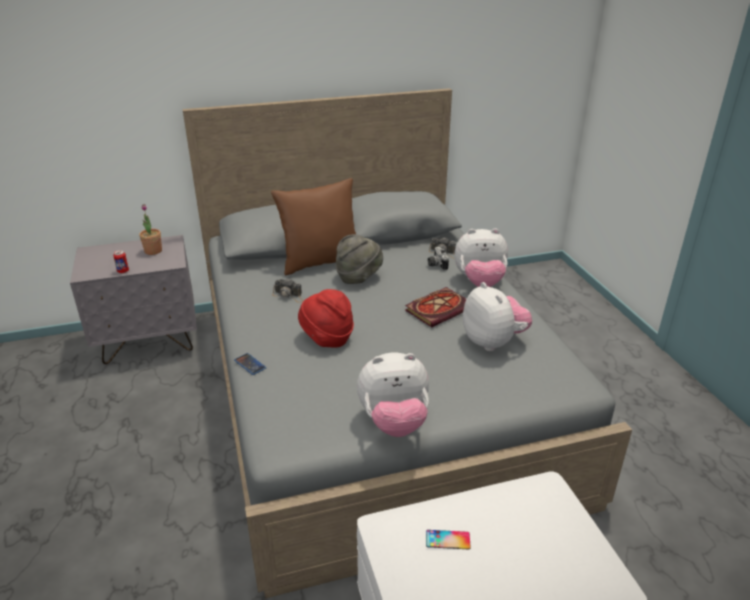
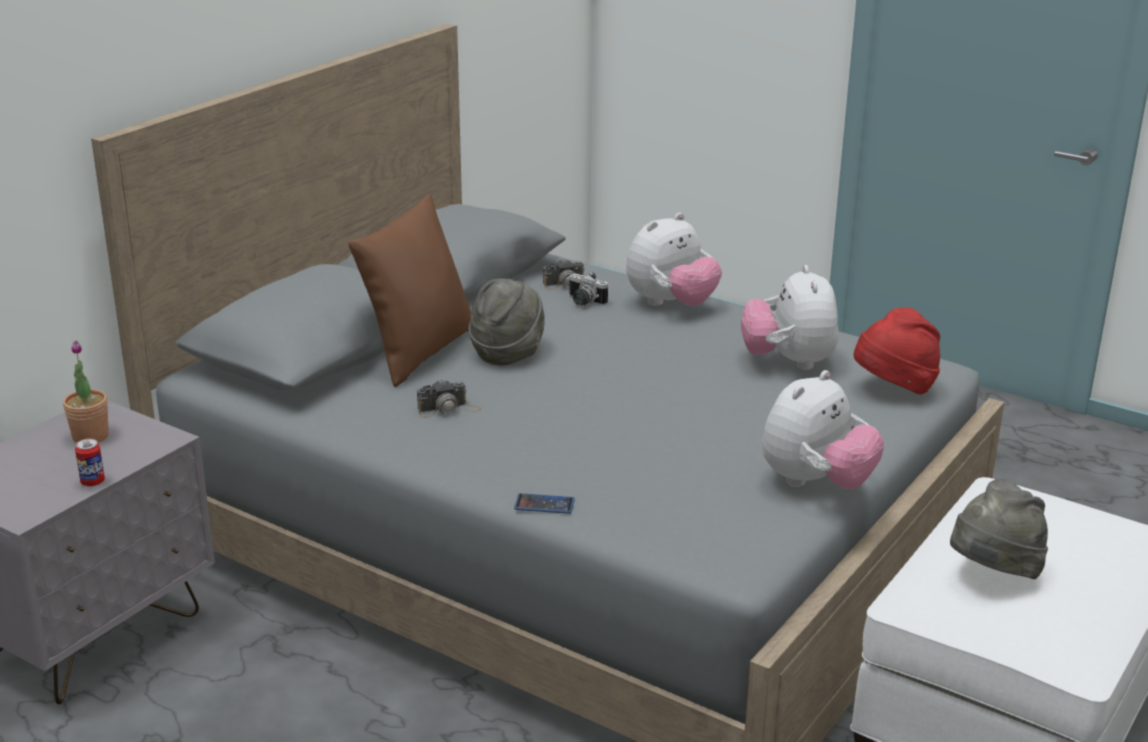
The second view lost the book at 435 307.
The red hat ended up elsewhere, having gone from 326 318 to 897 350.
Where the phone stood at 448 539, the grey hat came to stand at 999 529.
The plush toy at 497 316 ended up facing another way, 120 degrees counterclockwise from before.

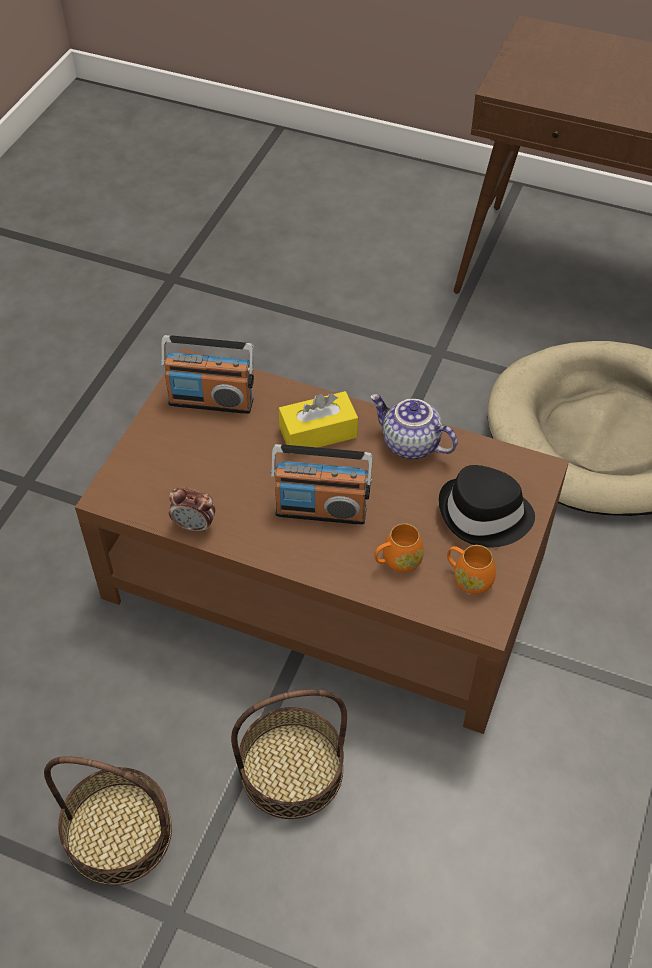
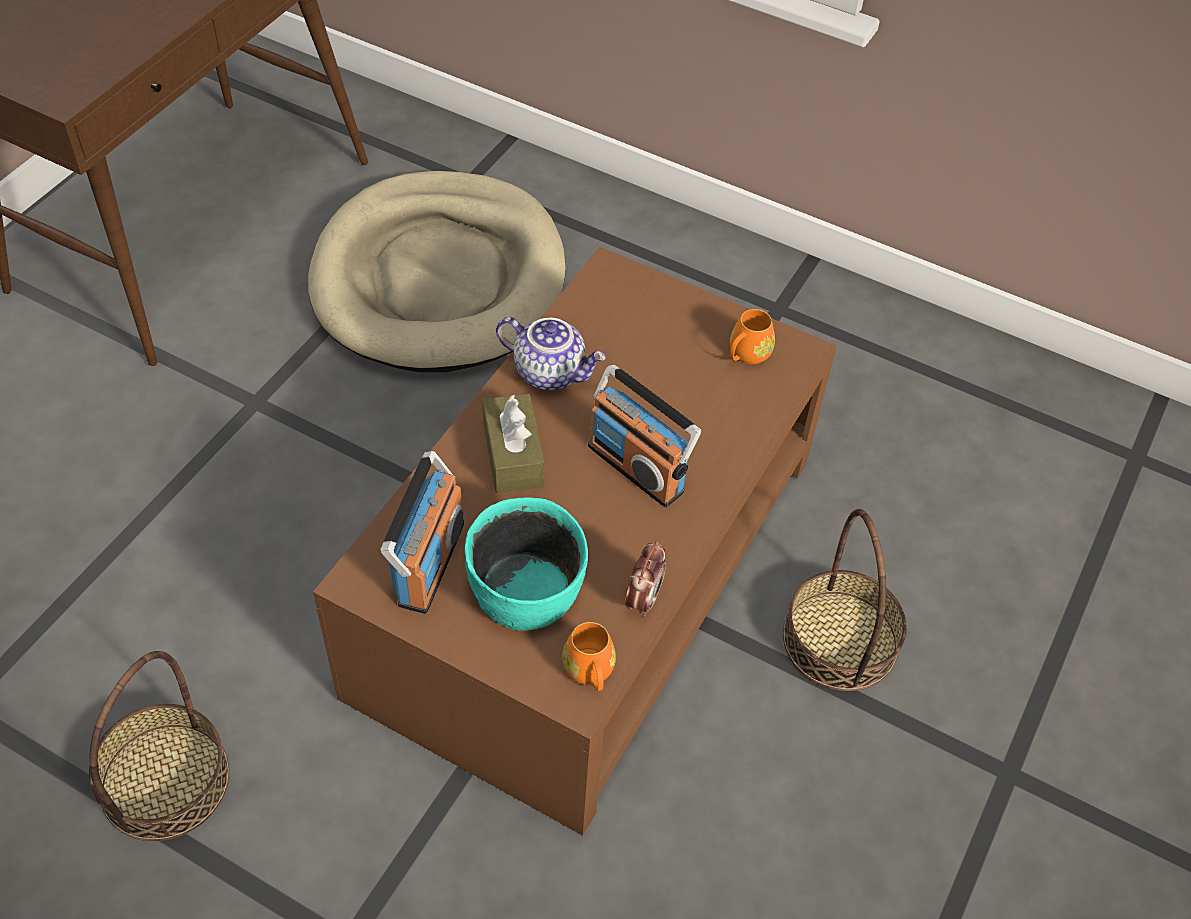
The second view lost the black hat at 487 506.
The second view gained the turquoise bowl at 526 564.
The basket ended up elsewhere, having gone from 108 821 to 159 746.
The orange mug ended up elsewhere, having gone from 399 547 to 589 656.
What was the yellow tissue box at 318 422 turned into the brown tissue box at 513 443.
The radio at 322 484 ended up facing another way, 120 degrees clockwise from before.
The teapot at 413 426 ended up facing another way, 105 degrees counterclockwise from before.

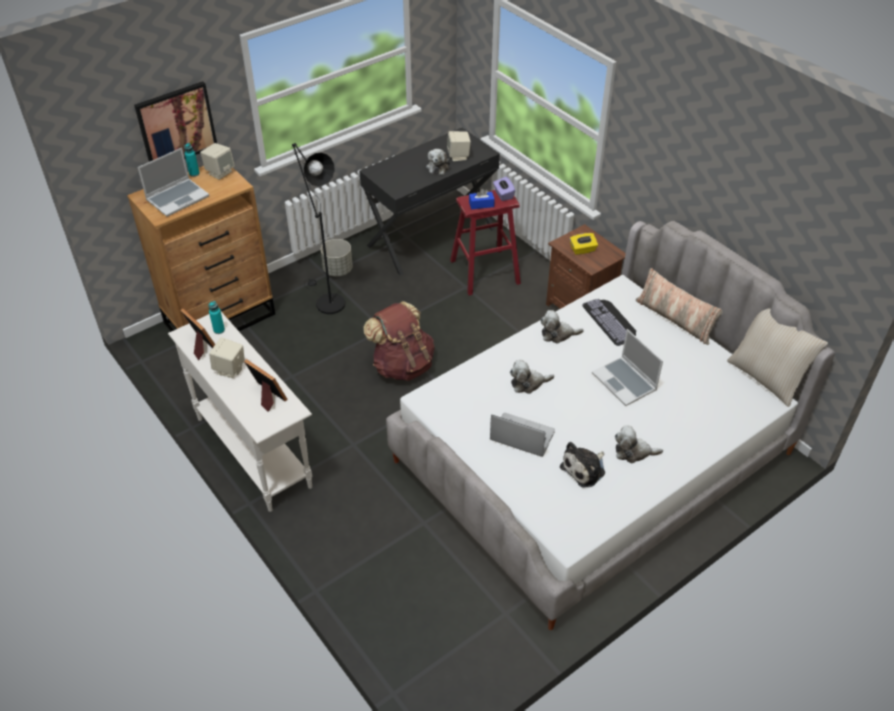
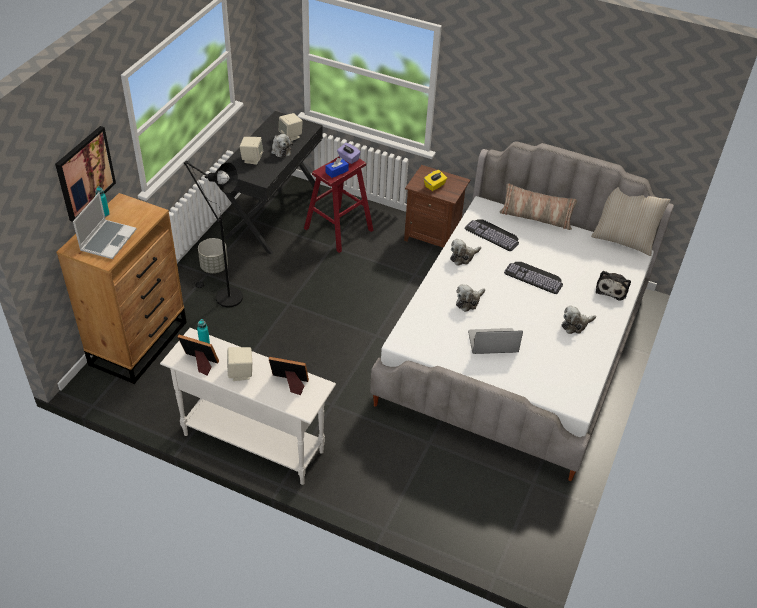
The second view lost the brown backpack at 399 341.
The beige speaker ended up elsewhere, having gone from 217 161 to 251 151.
The plush toy ended up elsewhere, having gone from 582 464 to 613 285.
Where the laptop stood at 627 367, the keyboard came to stand at 533 278.

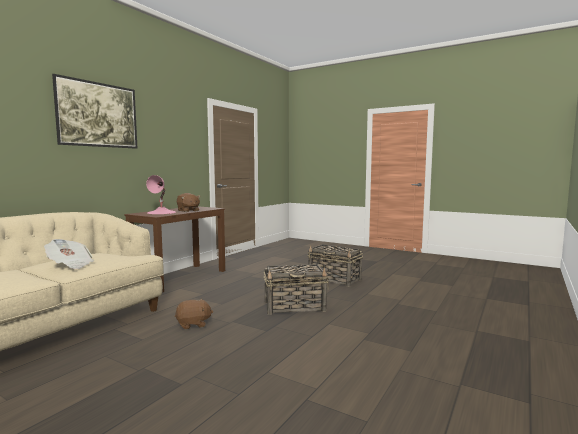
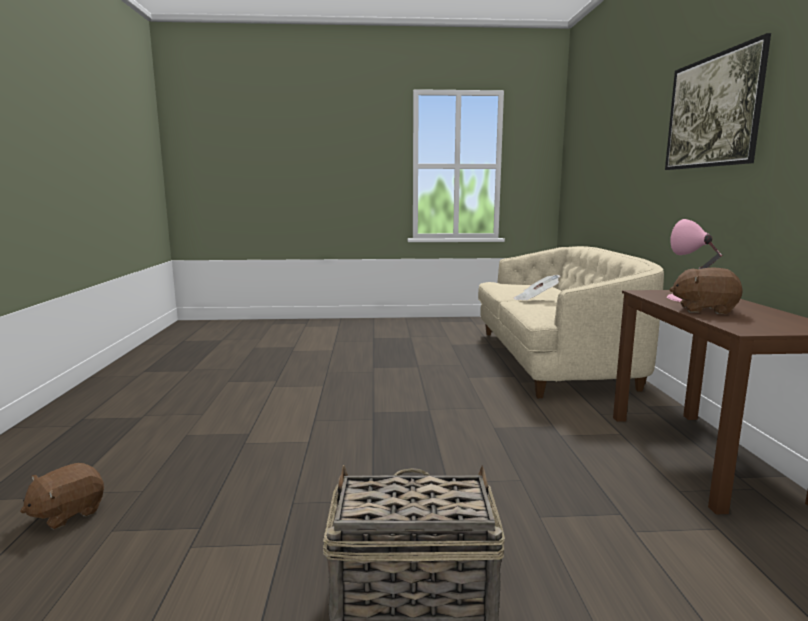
The second view lost the basket at 296 289.
The brown plush toy ended up elsewhere, having gone from 194 314 to 62 496.

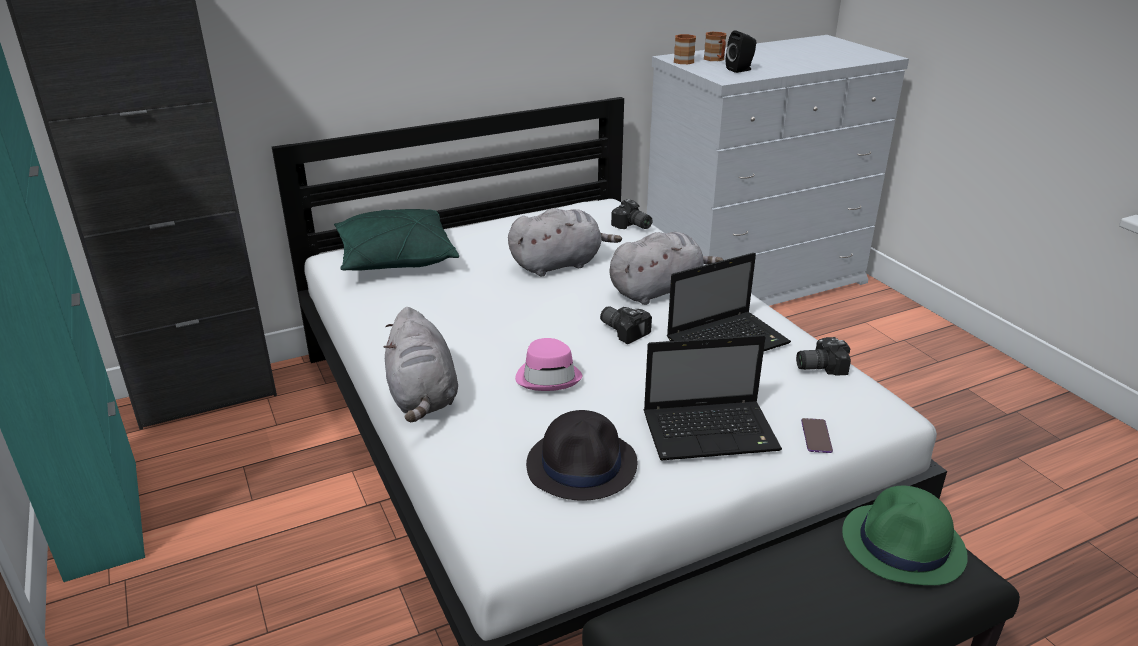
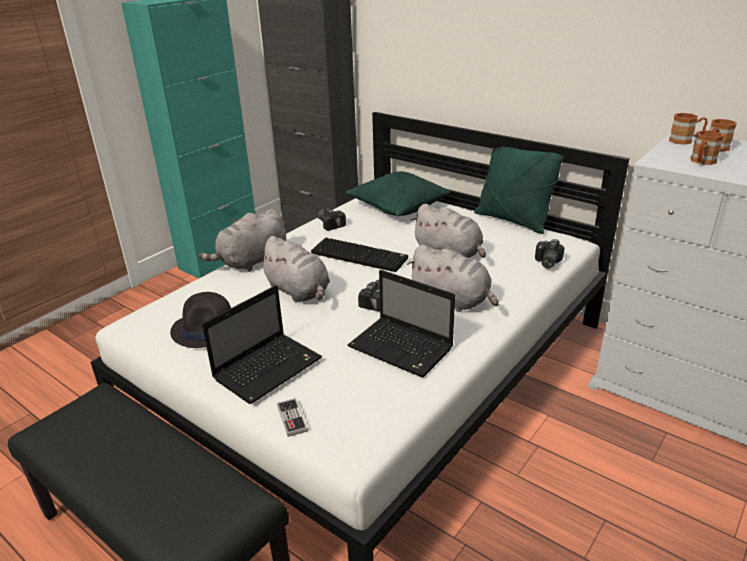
The second view lost the green hat at 905 535.
The second view gained the keyboard at 359 255.
The second view gained the green pillow at 519 190.
The photo camera ended up elsewhere, having gone from 823 356 to 331 219.
Where the pink hat stood at 549 364, the grey plush toy came to stand at 294 269.
Where the black speaker stood at 741 51, the brown mug came to stand at 707 147.
Where the phone stood at 817 435, the game controller came to stand at 292 417.
The laptop at 713 398 ended up facing another way, 105 degrees counterclockwise from before.

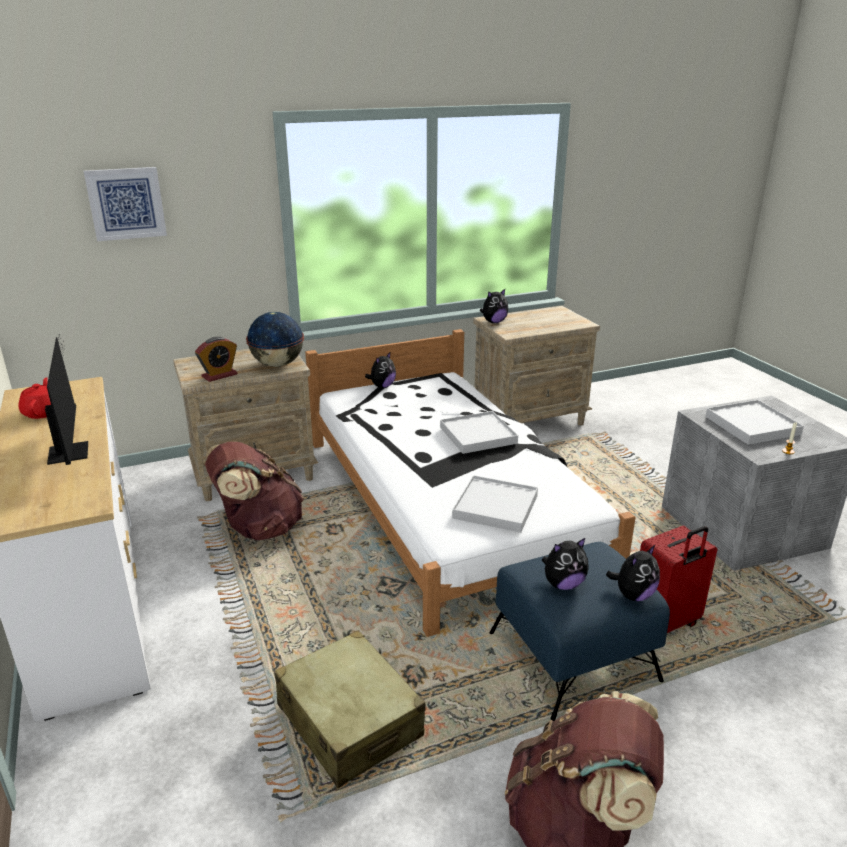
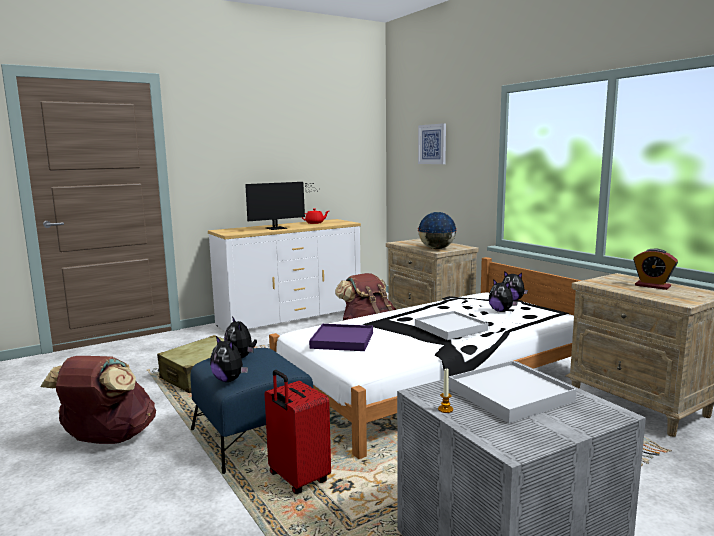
The alarm clock ended up elsewhere, having gone from 216 359 to 655 269.
The plush toy ended up elsewhere, having gone from 494 306 to 503 295.
What was the white tray at 495 504 turned into the purple tray at 341 337.

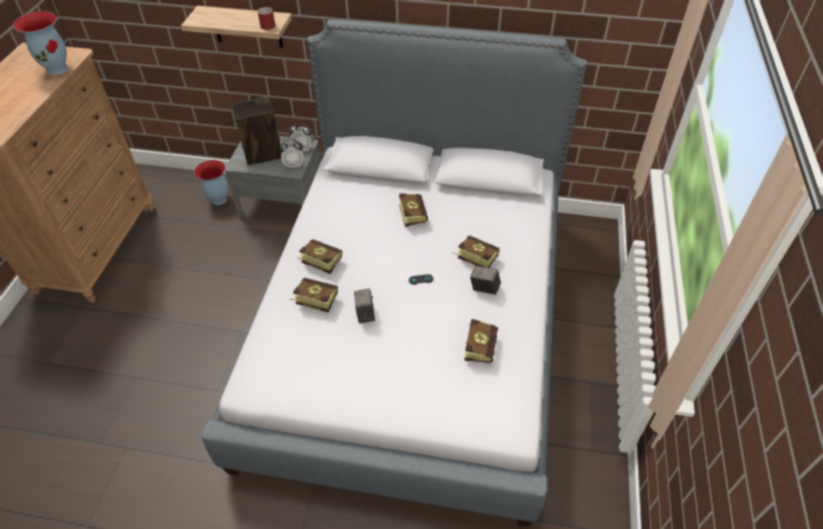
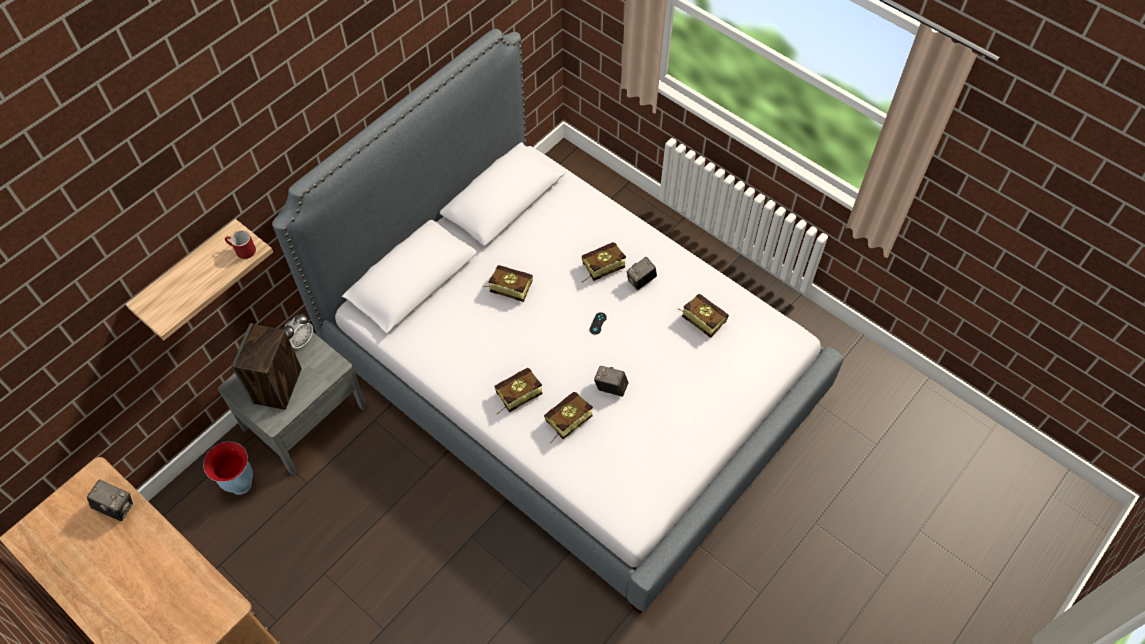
The second view lost the alarm clock at 291 153.
Where the vase stood at 40 43, the photo camera came to stand at 110 500.

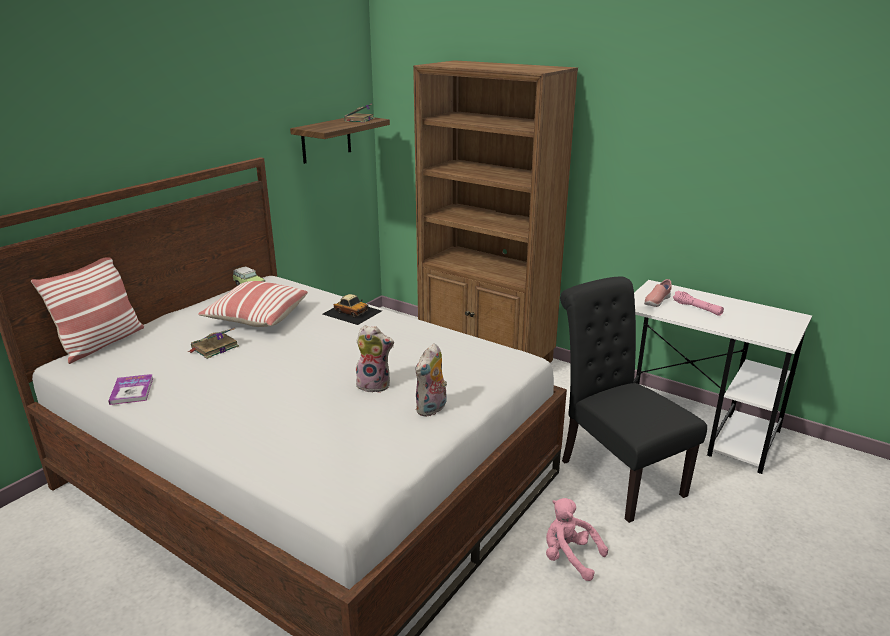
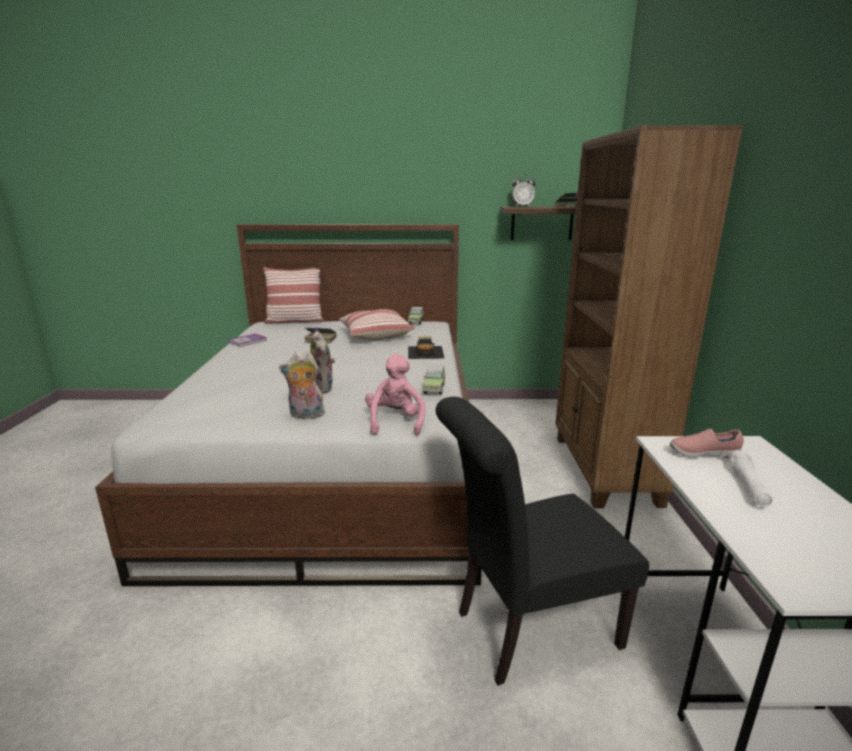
The second view gained the toy car at 434 379.
The second view gained the alarm clock at 523 190.
The pink plush toy ended up elsewhere, having gone from 577 539 to 395 395.
What was the pink flashlight at 698 303 turned into the white flashlight at 750 478.
The black chair at 633 400 ended up facing another way, 135 degrees counterclockwise from before.

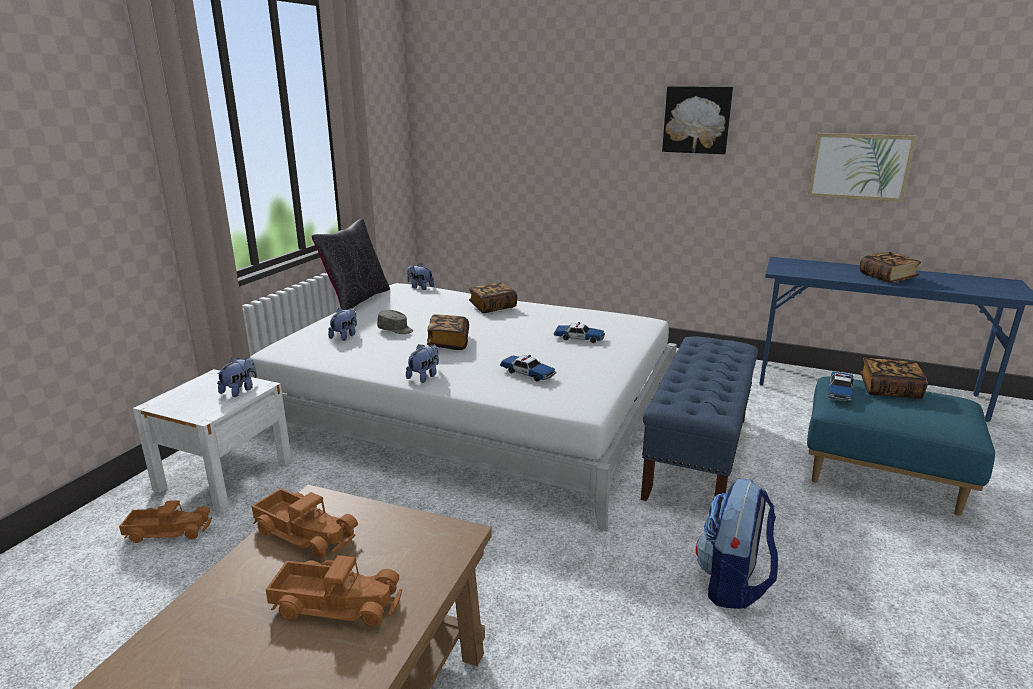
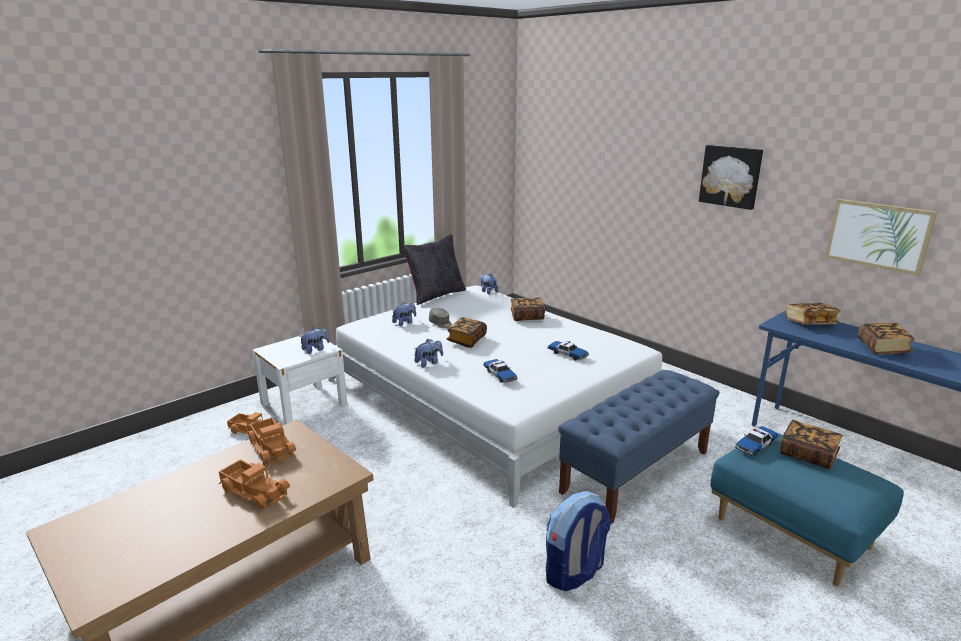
The second view gained the book at 813 314.

